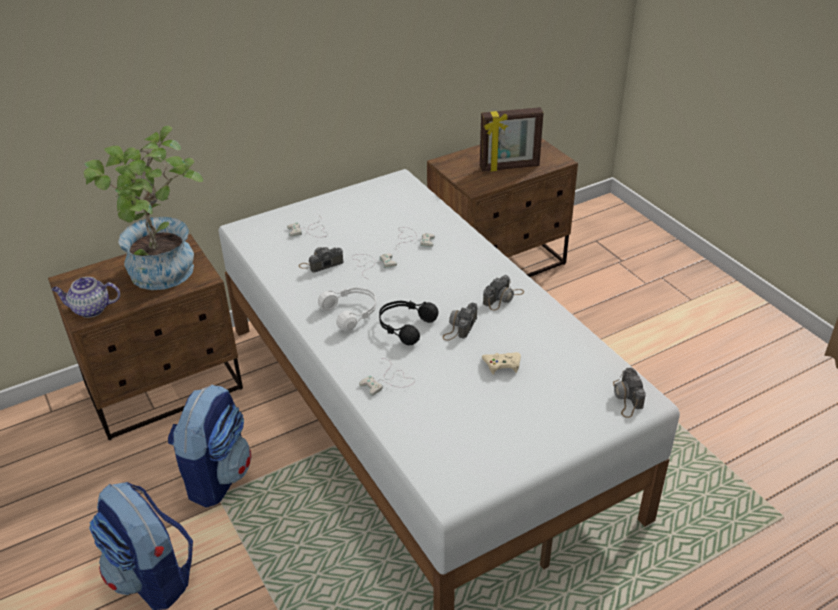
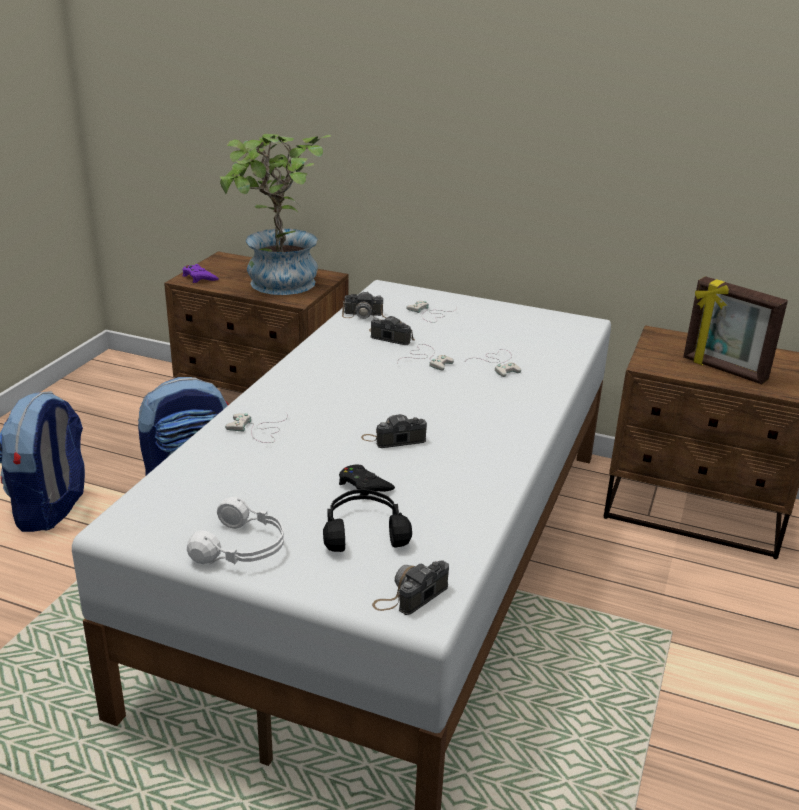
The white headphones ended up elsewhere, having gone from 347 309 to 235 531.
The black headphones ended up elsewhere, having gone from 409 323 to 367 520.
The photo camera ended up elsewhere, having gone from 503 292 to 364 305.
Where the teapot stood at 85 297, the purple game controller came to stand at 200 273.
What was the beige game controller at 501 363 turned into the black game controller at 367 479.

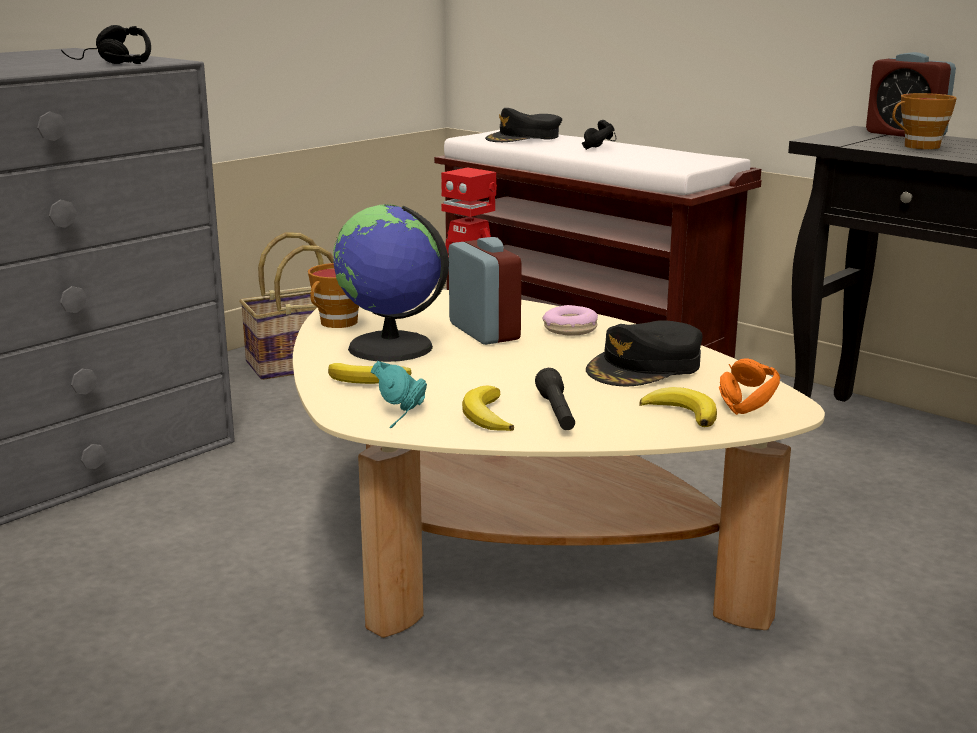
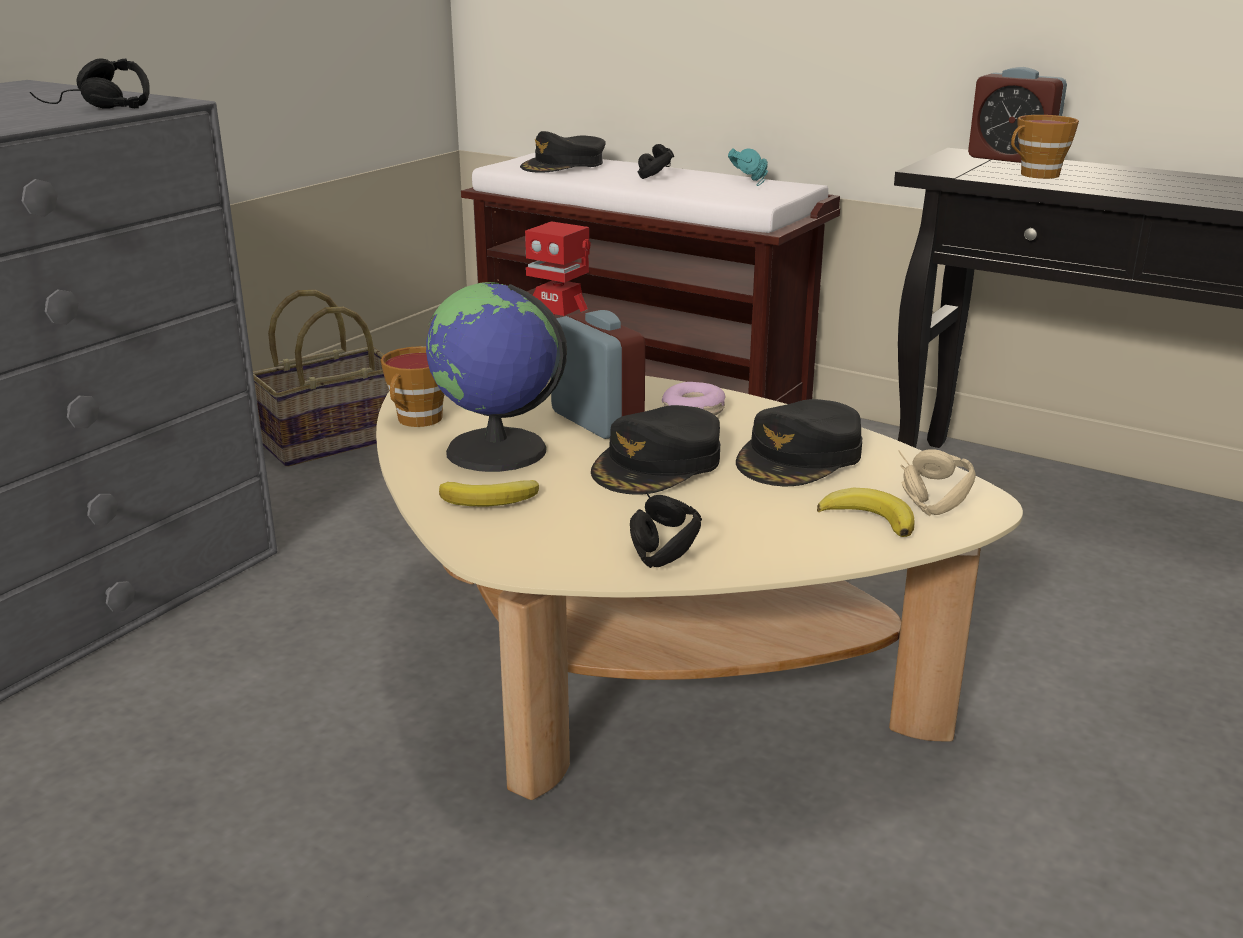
The second view lost the black flashlight at 555 399.
The second view gained the black cap at 655 450.
The turquoise headphones ended up elsewhere, having gone from 399 395 to 748 167.
Where the banana stood at 488 408, the black headphones came to stand at 666 530.
What was the orange headphones at 749 386 turned into the beige headphones at 937 482.

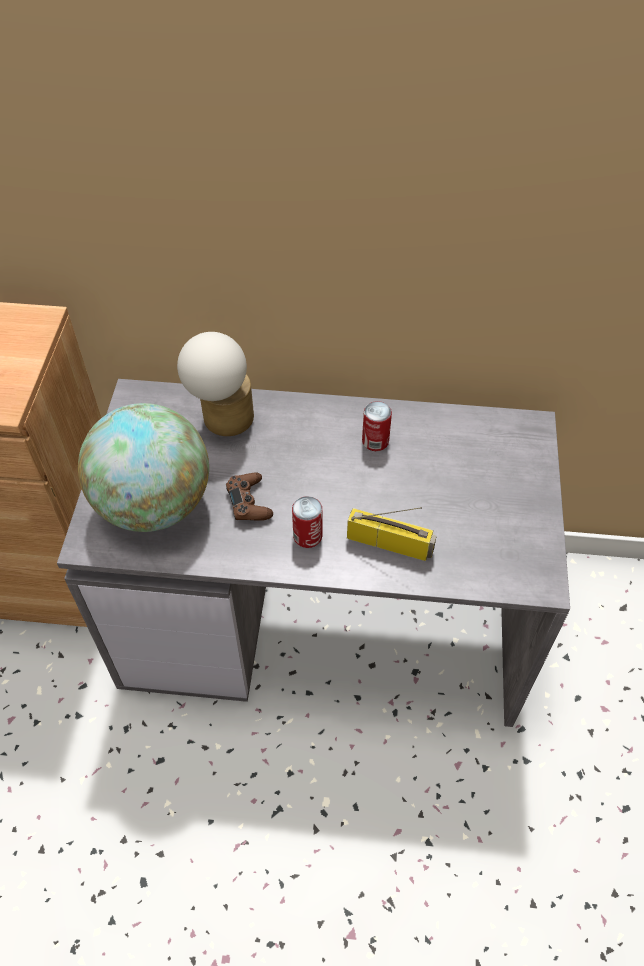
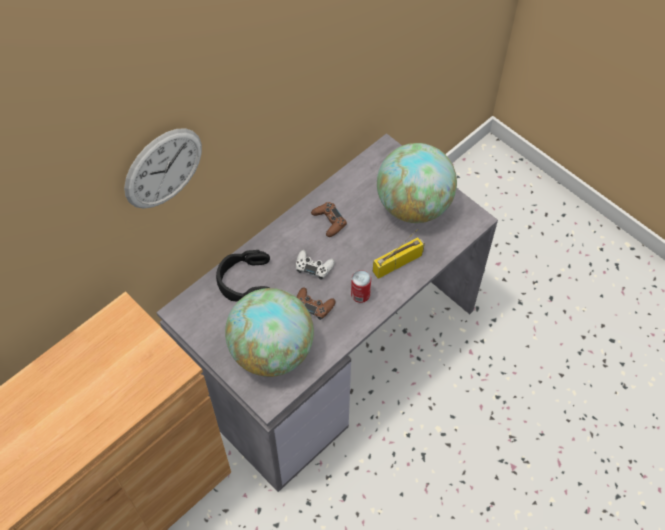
The second view gained the wall clock at 163 168.
The second view gained the white game controller at 315 265.
The second view gained the globe at 417 183.
Where the table lamp stood at 215 384, the black headphones came to stand at 243 275.
Where the can stood at 377 426, the brown game controller came to stand at 329 219.

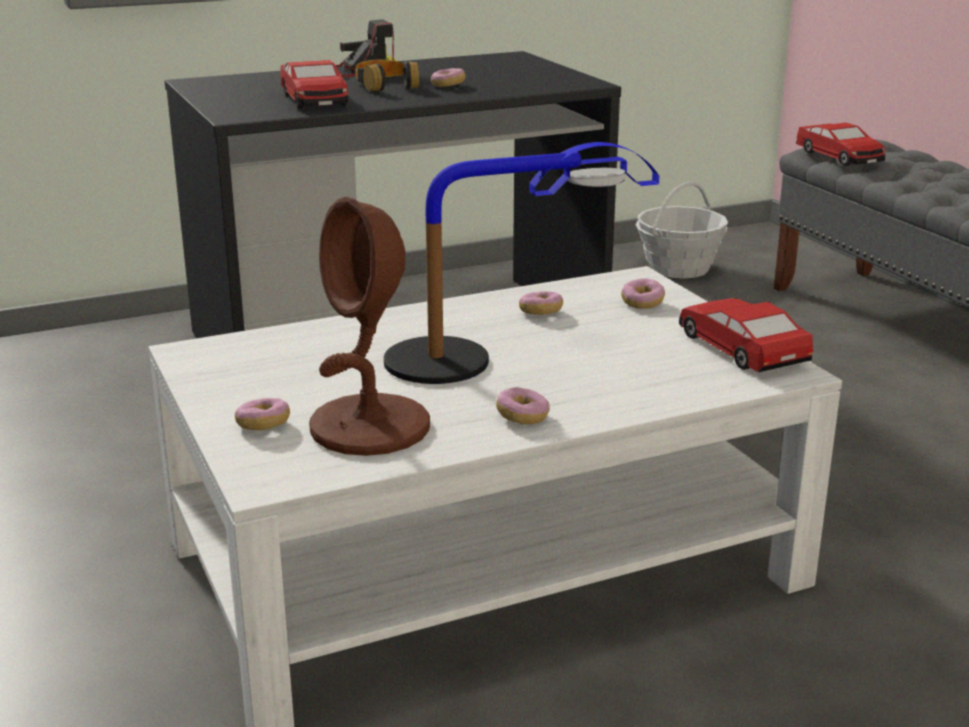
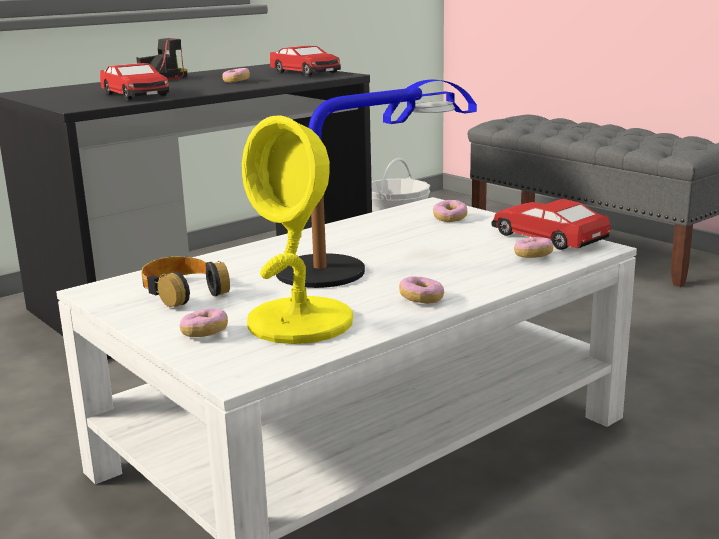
The headphones ended up elsewhere, having gone from 387 76 to 185 281.
The donut ended up elsewhere, having gone from 541 303 to 533 247.
The toy car ended up elsewhere, having gone from 840 144 to 305 61.
What was the brown table lamp at 369 326 turned into the yellow table lamp at 297 229.

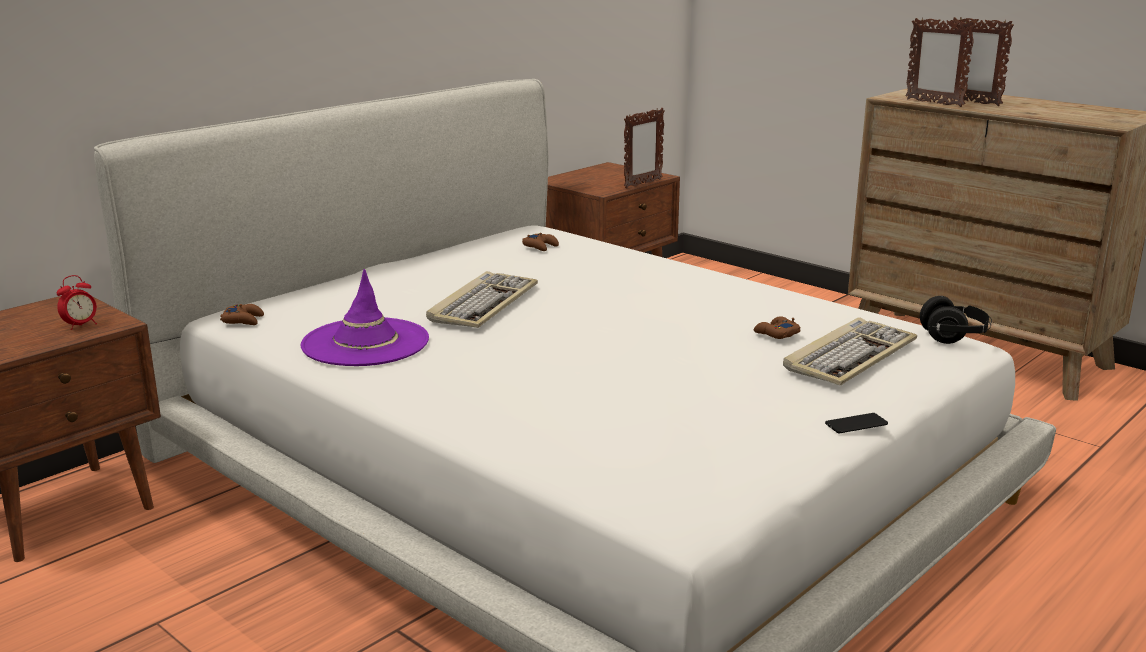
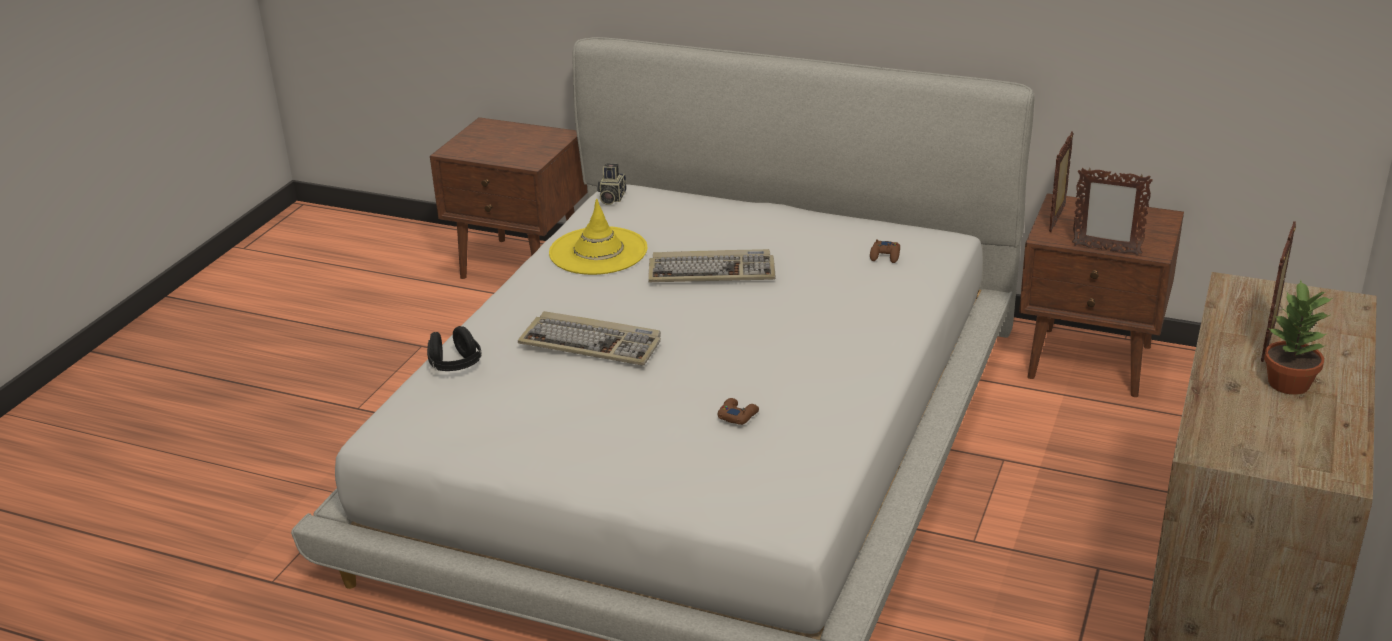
The second view lost the alarm clock at 76 302.
The second view lost the phone at 856 423.
The second view gained the potted plant at 1298 337.
The keyboard ended up elsewhere, having gone from 850 351 to 589 338.
The picture frame ended up elsewhere, having gone from 940 62 to 1061 181.
The black headphones ended up elsewhere, having gone from 956 320 to 454 348.
Where the brown game controller stood at 242 314, the photo camera came to stand at 611 184.
What was the purple hat at 365 317 turned into the yellow hat at 598 237.

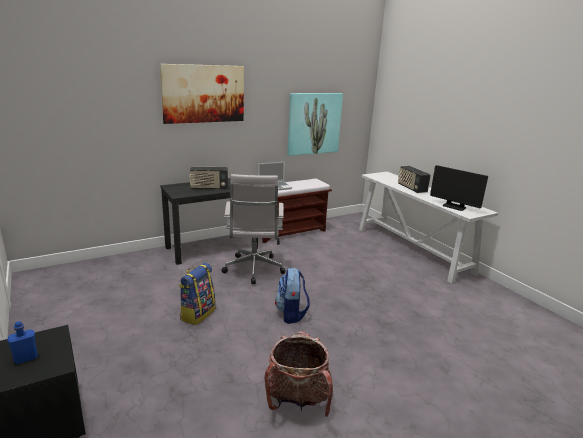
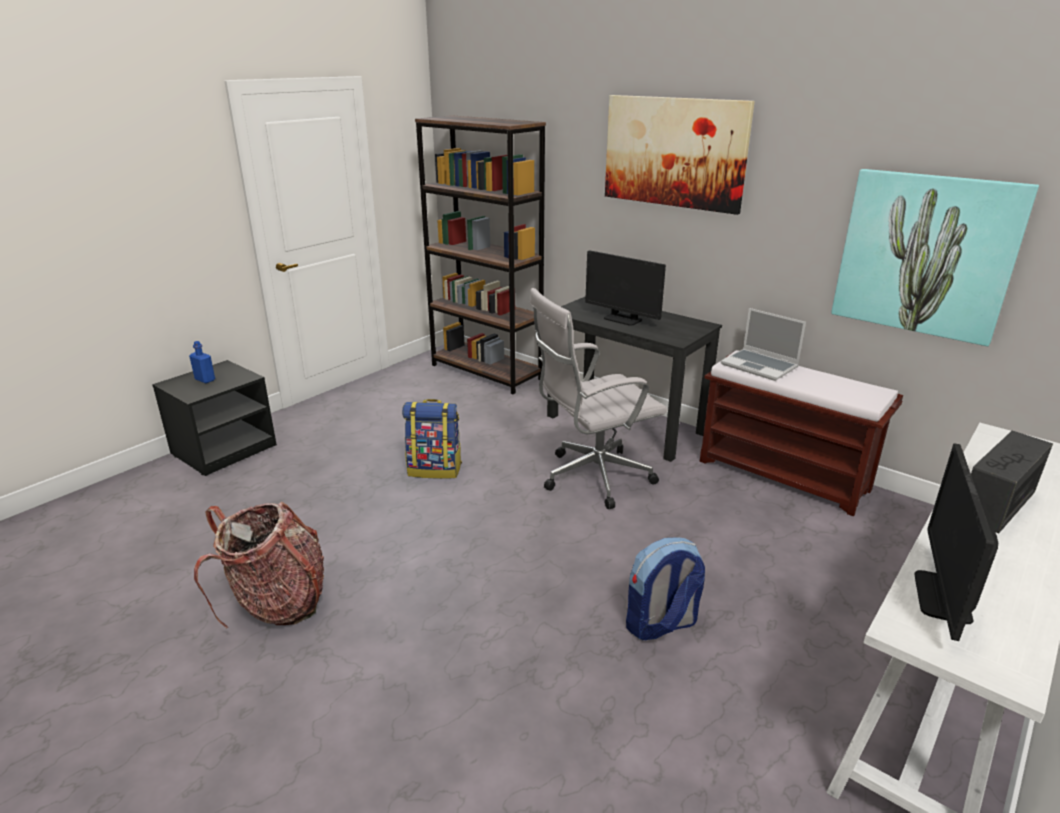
The second view gained the brown bookcase at 480 254.
The backpack ended up elsewhere, having gone from 292 296 to 665 588.
Where the radio stood at 209 177, the monitor came to stand at 625 288.

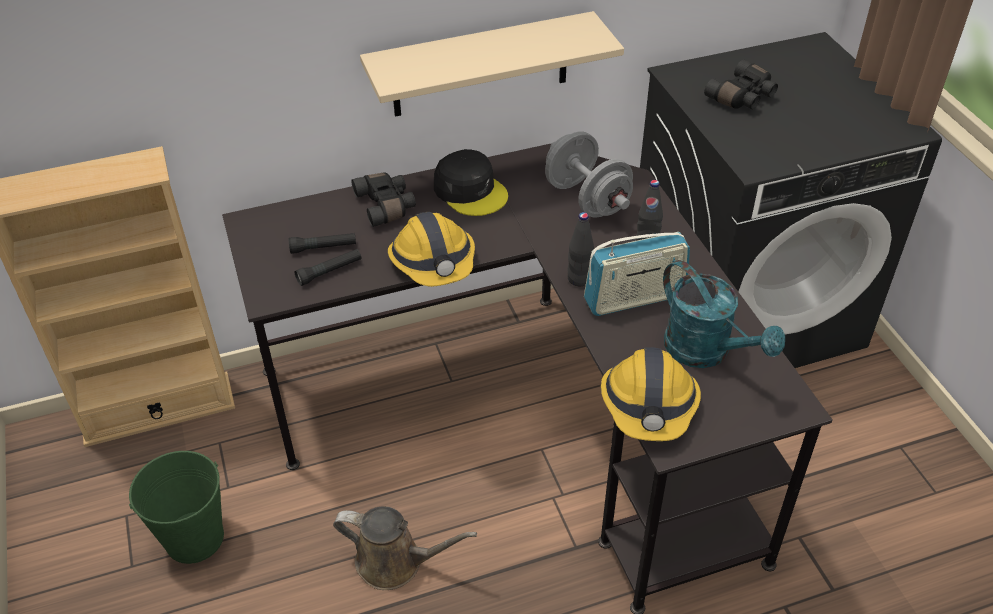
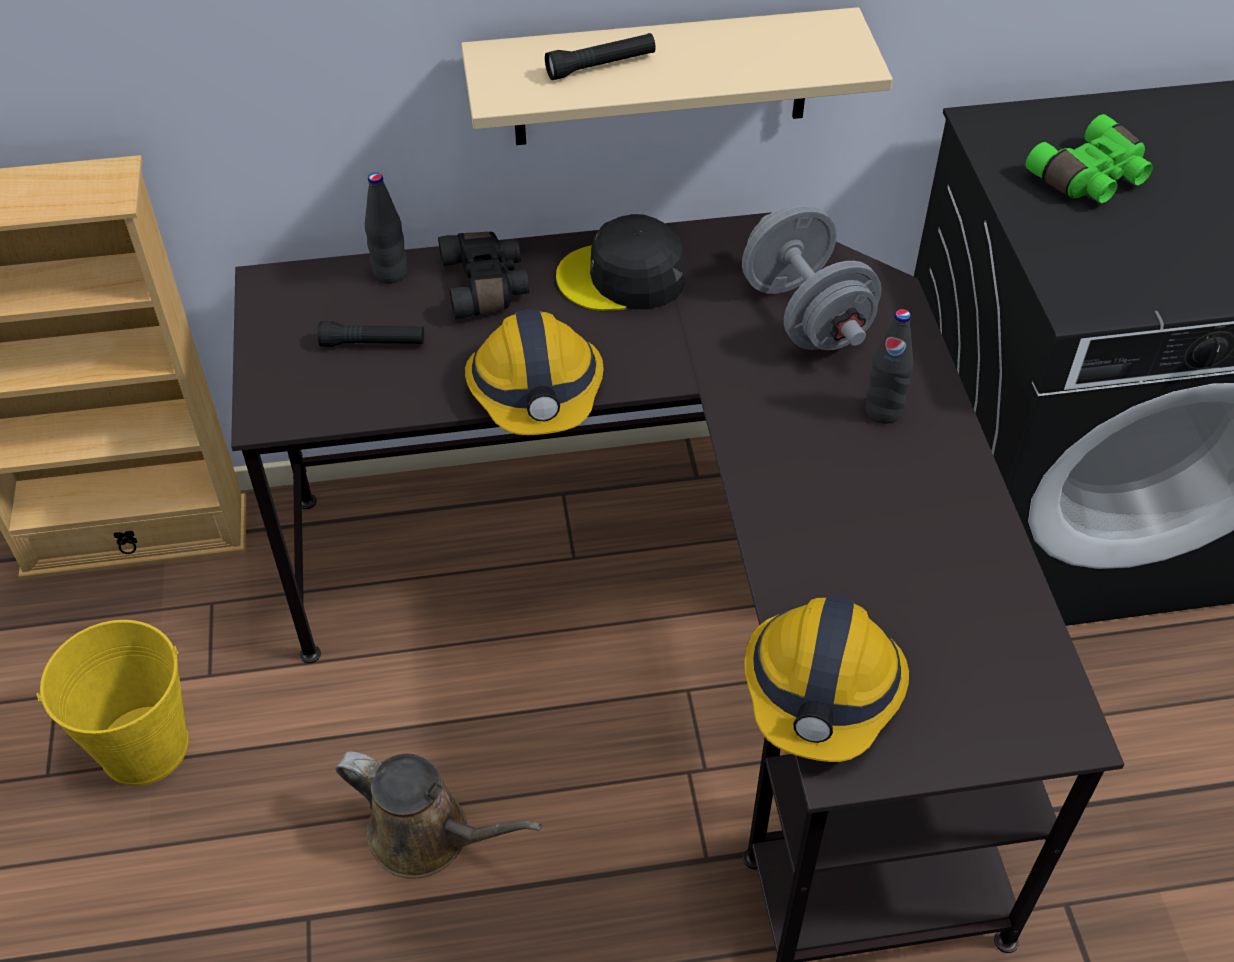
The second view lost the radio at 637 274.
The second view lost the turquoise watering can at 724 314.
The black flashlight ended up elsewhere, having gone from 328 267 to 600 56.
The black bottle ended up elsewhere, having gone from 581 249 to 386 228.
What was the green bucket at 176 507 turned into the yellow bucket at 113 703.
What was the black binoculars at 741 84 turned into the green binoculars at 1089 158.
The black cap at 471 182 ended up facing another way, 120 degrees clockwise from before.

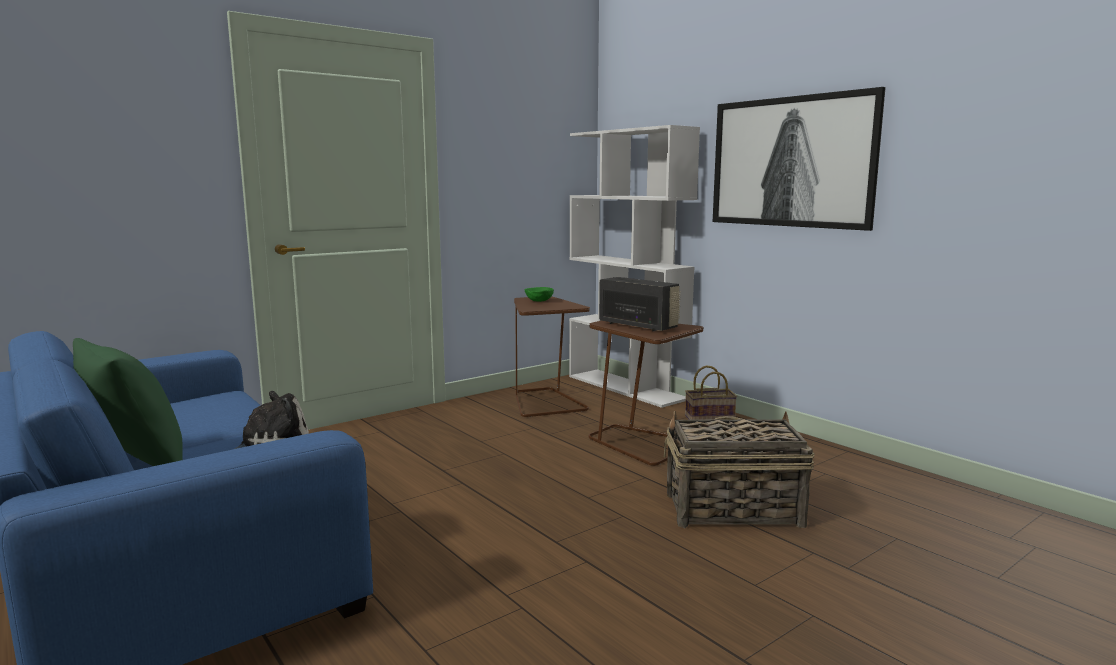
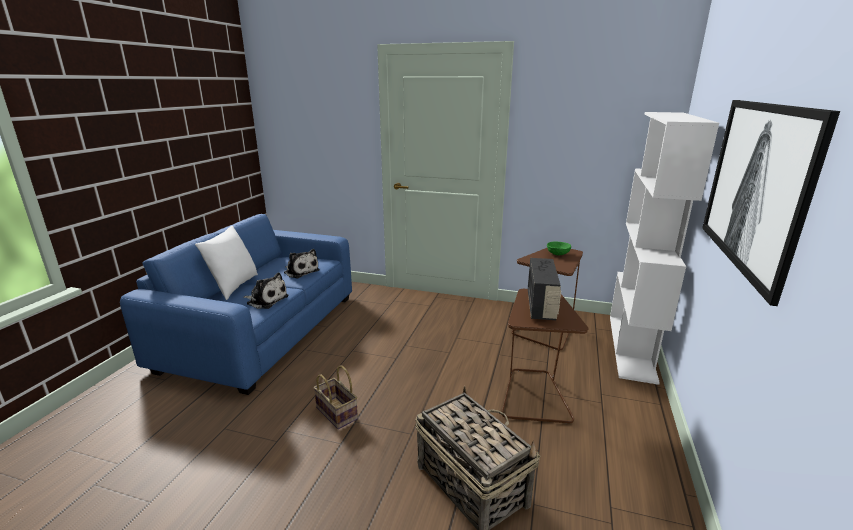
The second view gained the plush toy at 302 263.
The basket ended up elsewhere, having gone from 711 393 to 335 397.
What was the green pillow at 128 402 turned into the white pillow at 226 263.

